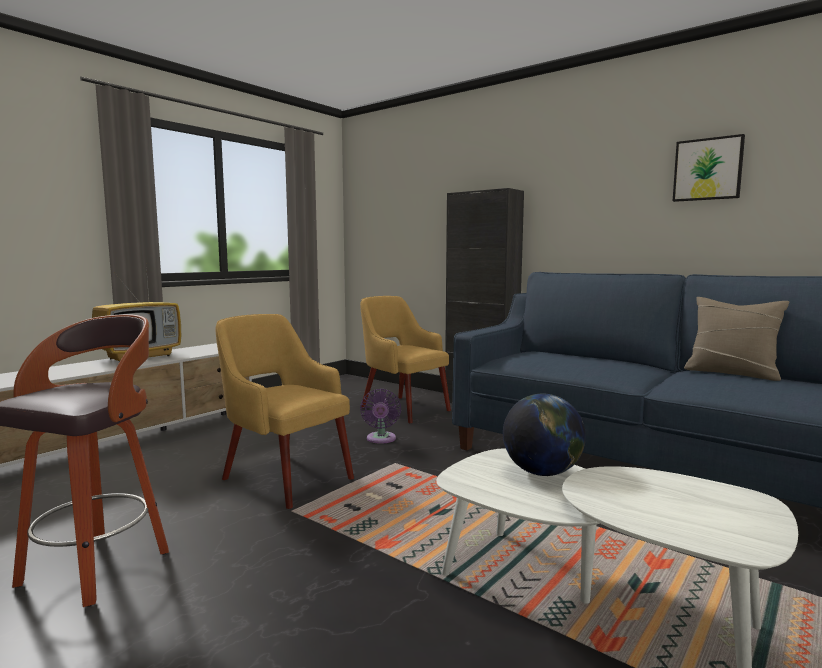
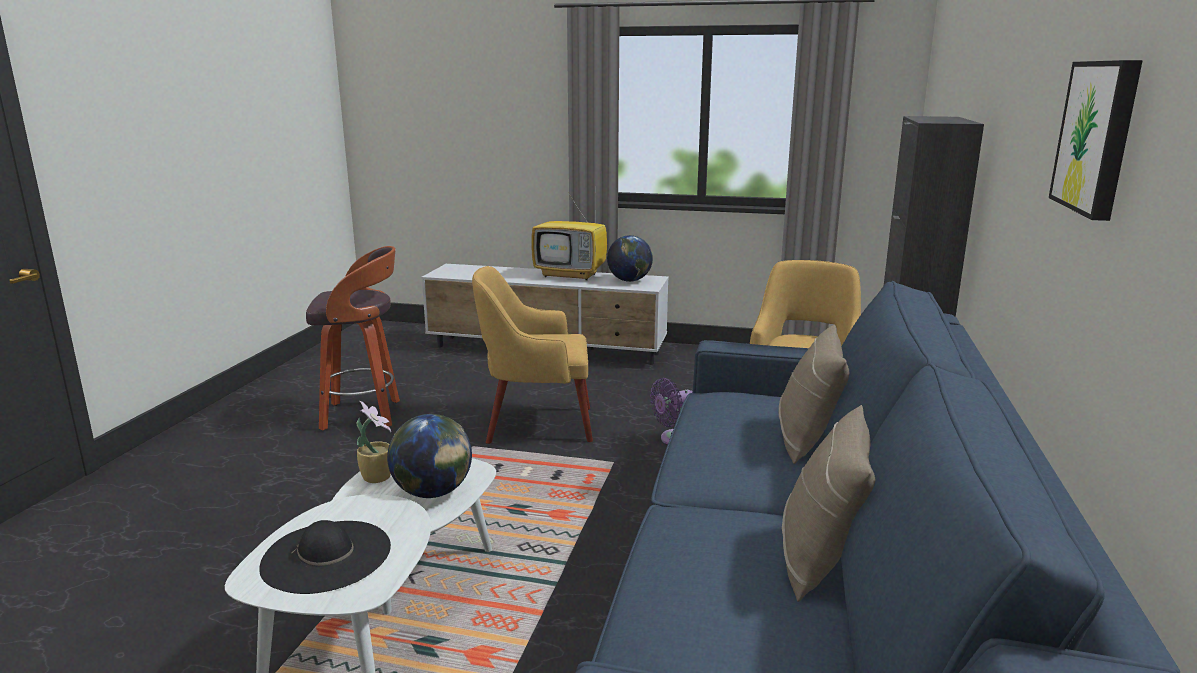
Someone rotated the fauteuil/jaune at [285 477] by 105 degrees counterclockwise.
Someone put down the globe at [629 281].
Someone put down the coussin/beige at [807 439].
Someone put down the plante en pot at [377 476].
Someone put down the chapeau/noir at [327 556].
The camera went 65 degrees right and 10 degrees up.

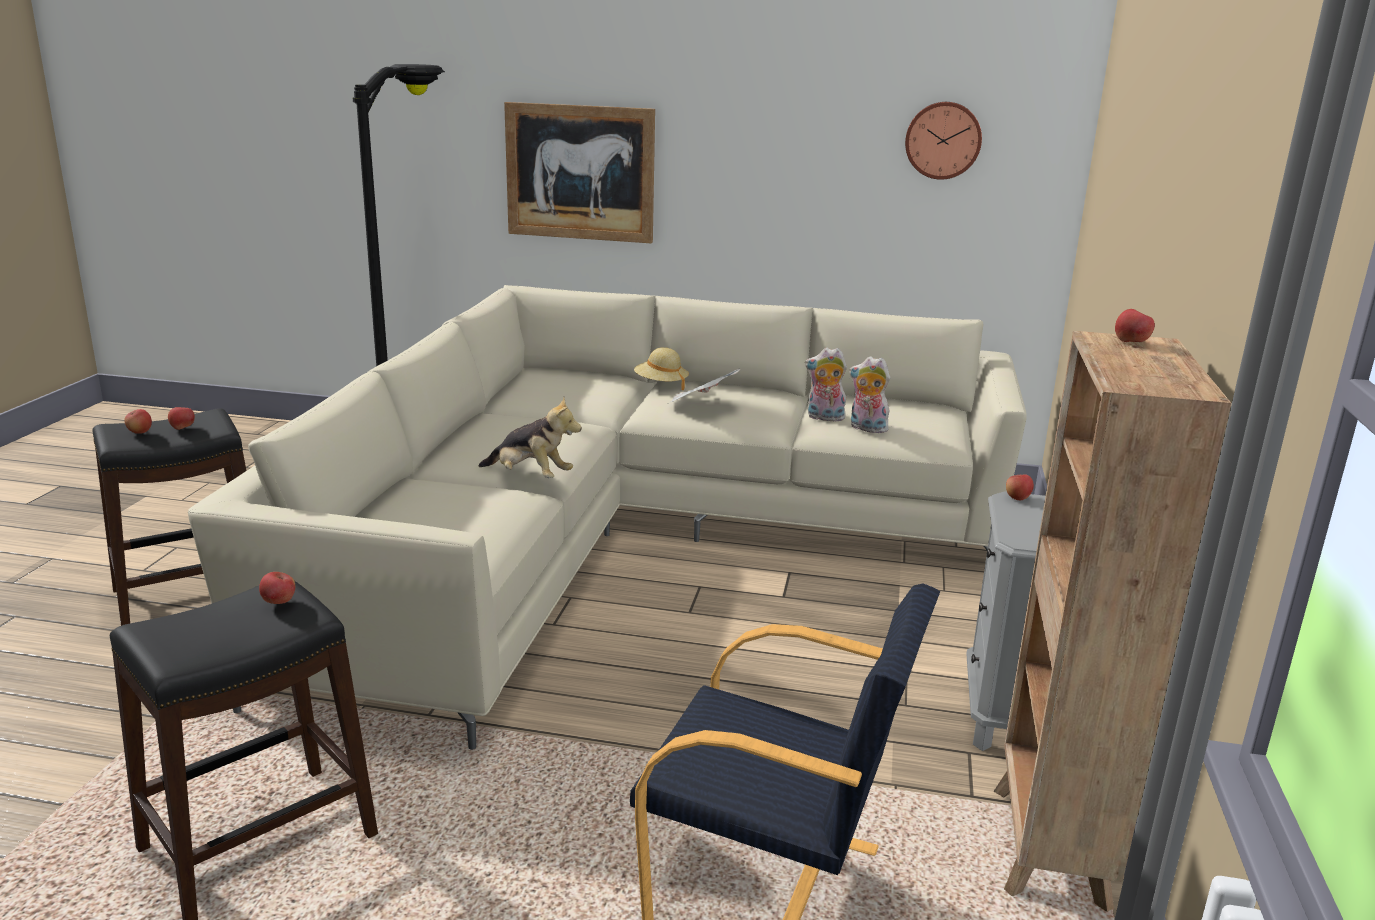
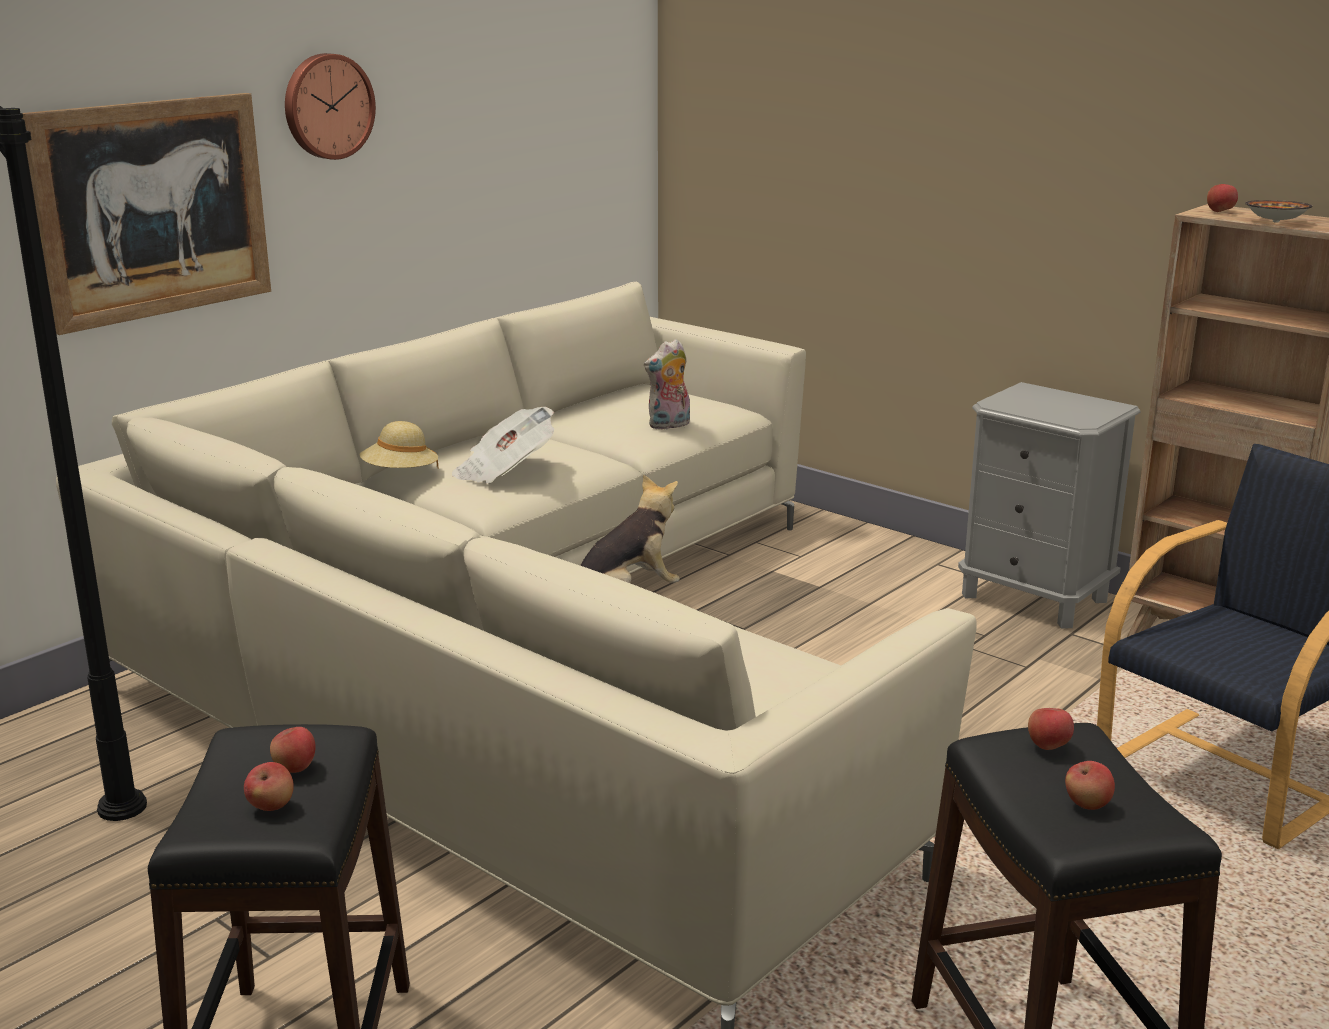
Someone carried the horloge murale from [943 140] to [327 106].
Someone took away the peluche at [824 418].
Someone carried the pomme from [1017 498] to [1087 804].
Someone put down the bol at [1277 222].
The camera went 60 degrees left and 0 degrees up.

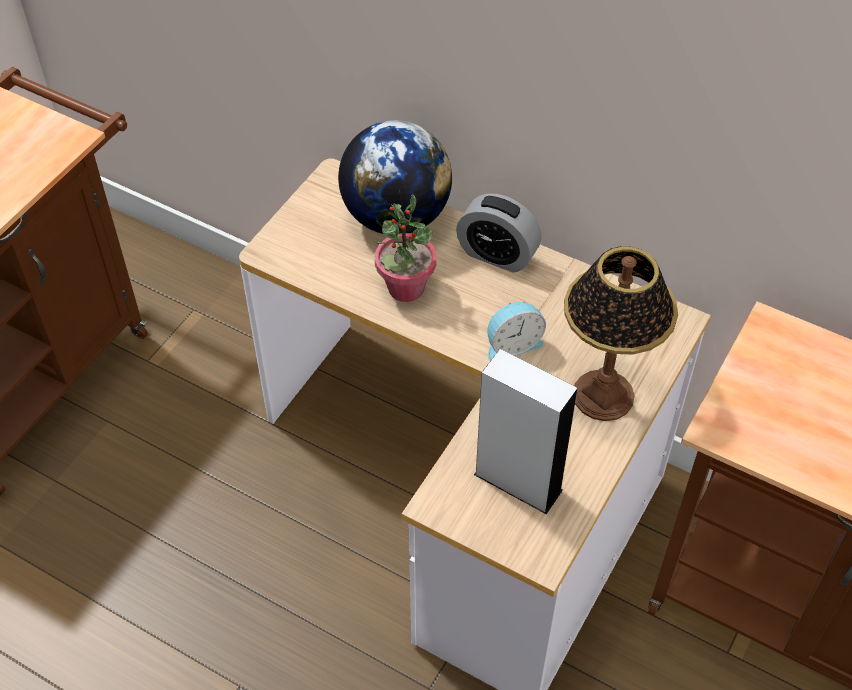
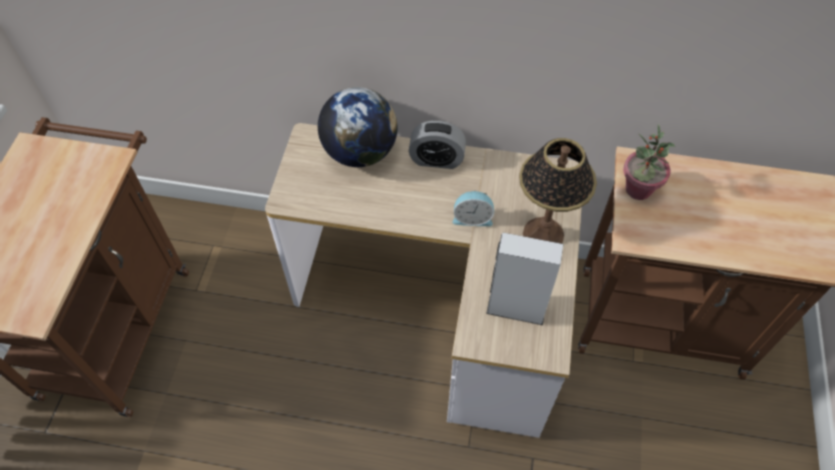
Someone carried the plante en pot from [405 288] to [638 189].
Someone rotated the réveil at [512 344] by 45 degrees clockwise.
The camera went 20 degrees left and 5 degrees up.

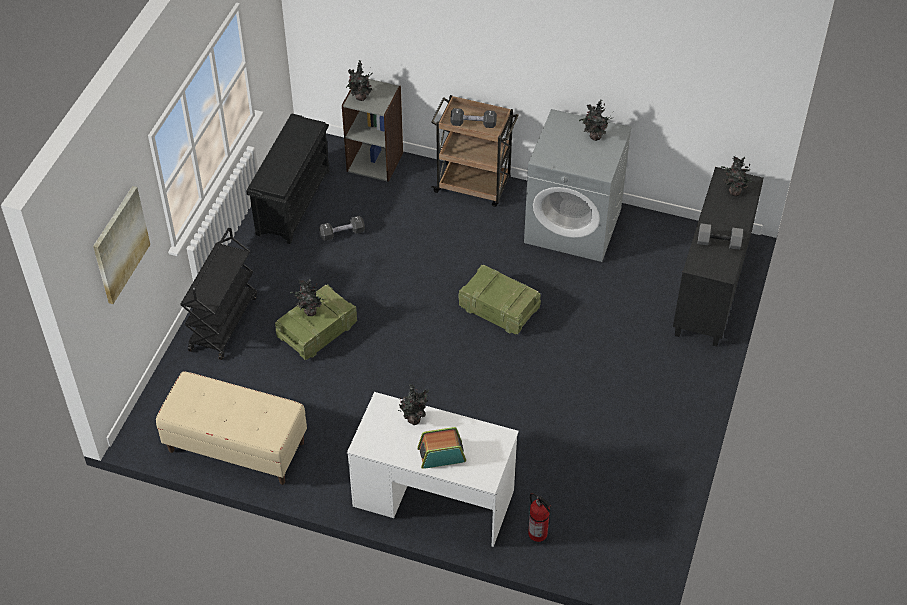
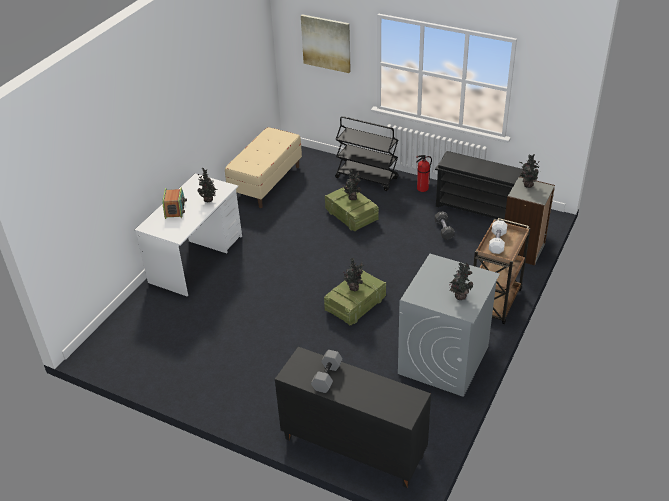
Someone repainted the haltère/noir at [473 124], which became the haltère/blanc at [497 242].
Someone carried the plante en pot from [733 192] to [354 287].
Someone carried the extincteur from [538 533] to [422 188].
The camera went 100 degrees right and 10 degrees down.

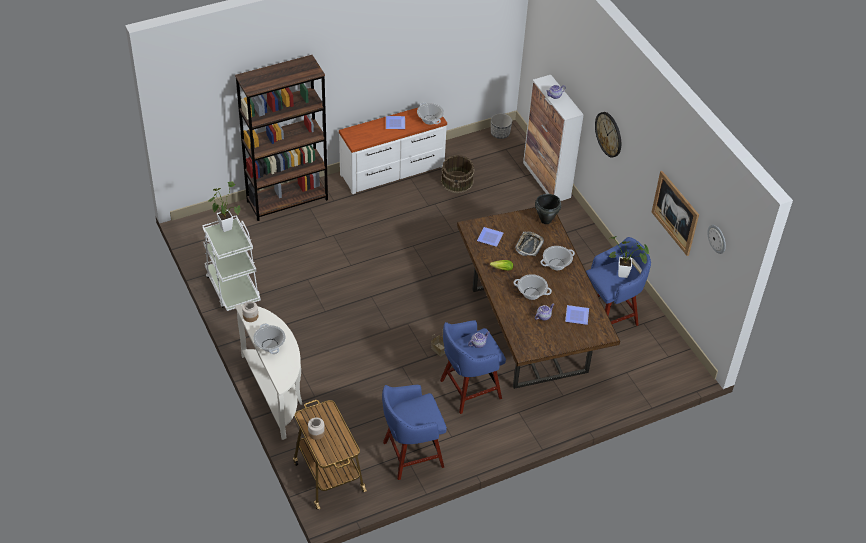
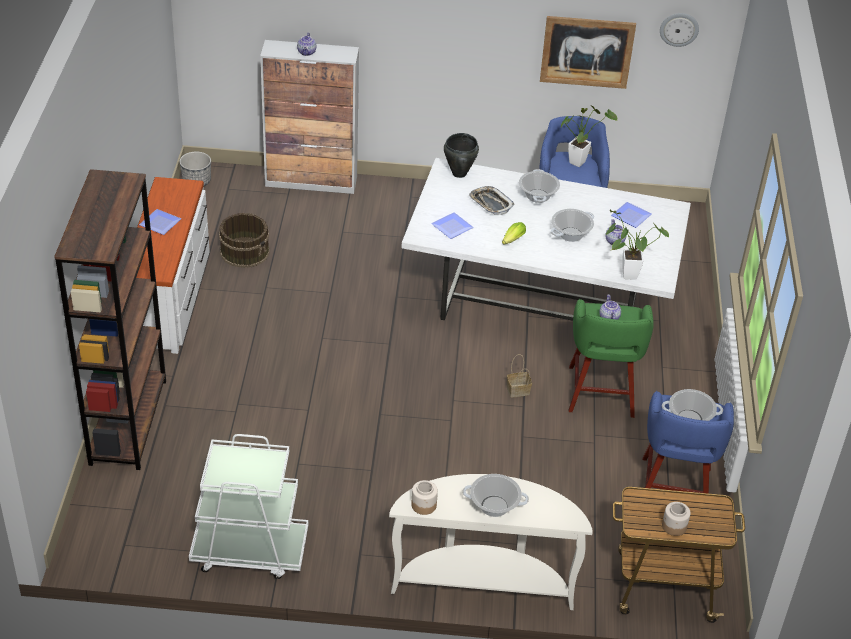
Someone carried the marmite from [430 119] to [689 418].
Someone took away the horloge murale at [609 134].
Someone carried the plante en pot from [225 226] to [625 275].
Someone repainted the table à manger/marron at [528 329], which became the table à manger/blanc at [538 301].
Someone repainted the tabouret/bleu at [468 390], which became the tabouret/vert at [600 393].
The camera went 60 degrees left and 5 degrees down.

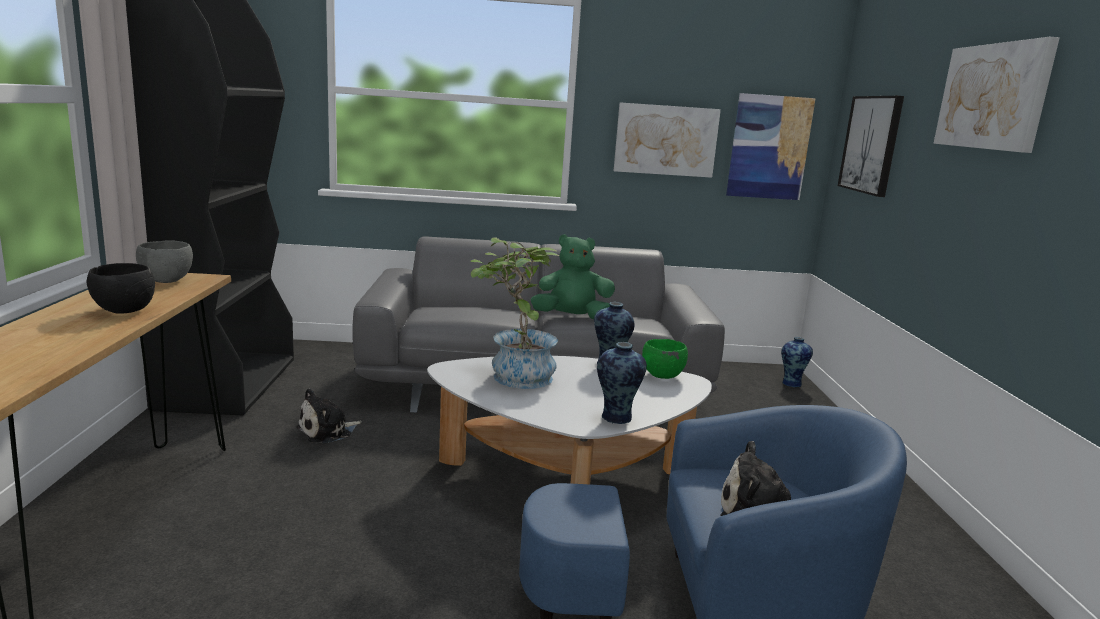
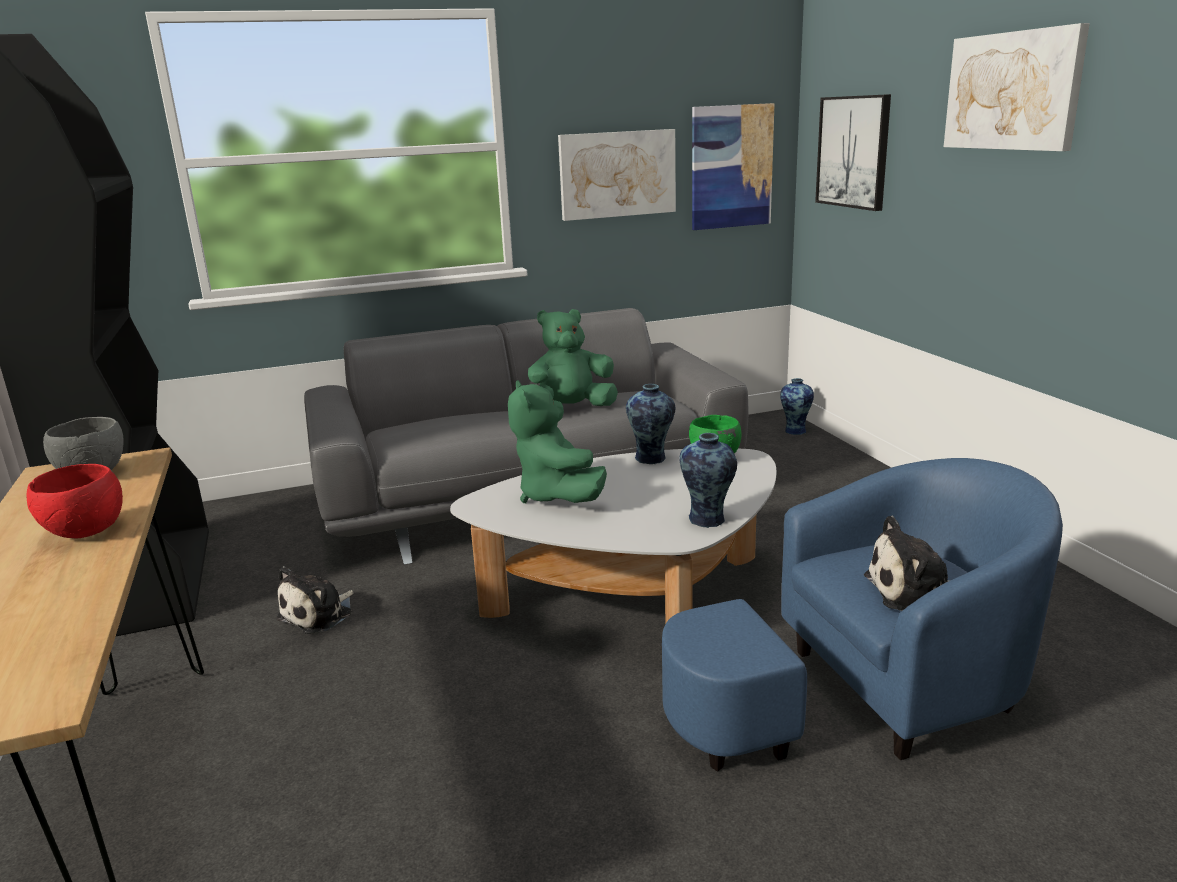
Someone swapped the plante en pot at [513 375] for the peluche/vert at [557 496].
Someone repainted the bol/noir at [124 311], which became the bol/rouge at [86 532].
The camera went 15 degrees left and 5 degrees up.

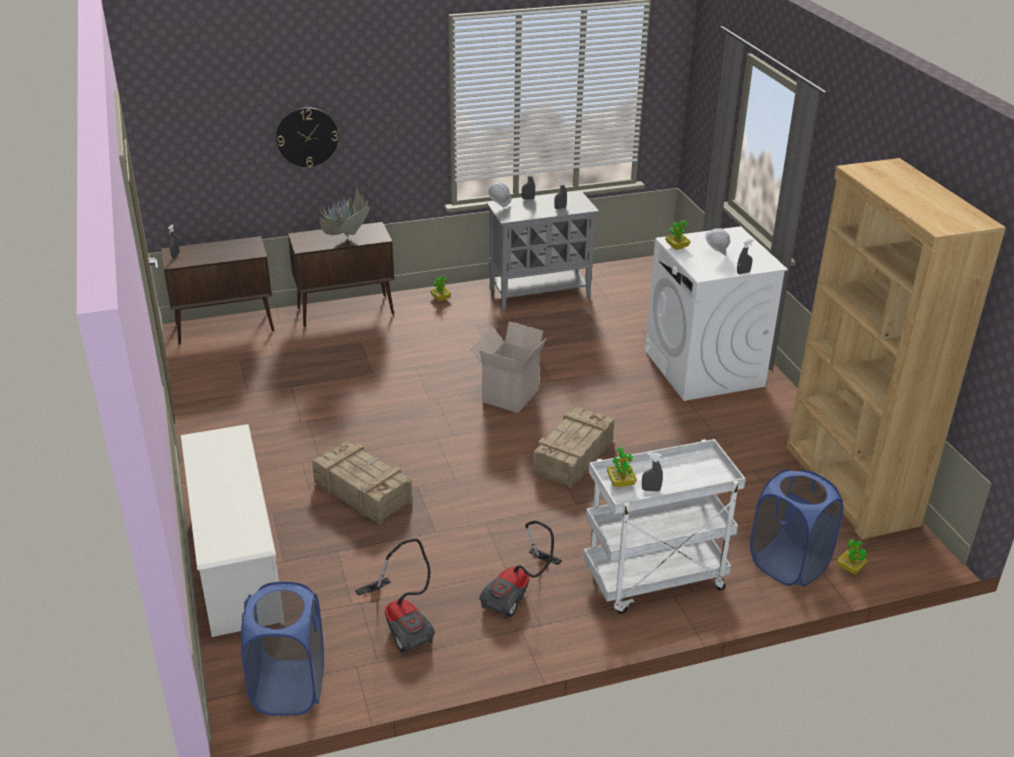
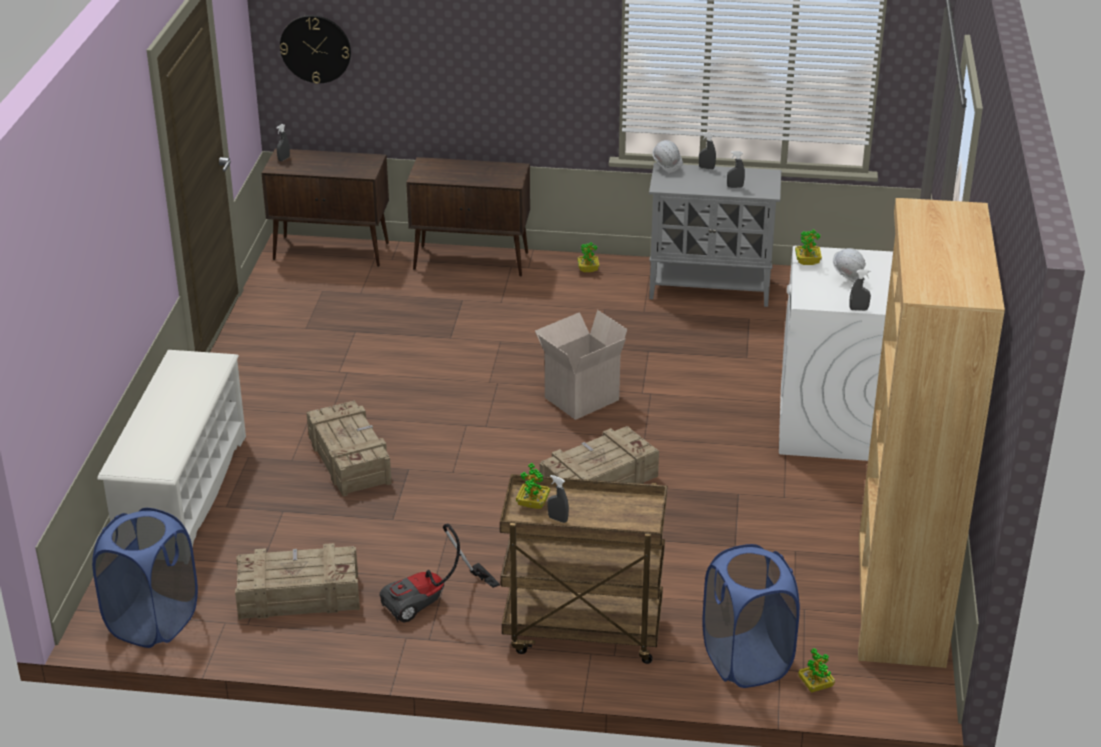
Someone carried the horloge murale from [307 137] to [315 48].
Someone took away the plante en pot at [345 239].
Someone repainted the chariot/blanc at [654 581], which became the chariot/marron at [581 633].
Someone swapped the aspirateur at [403 622] for the caisse at [298 595].
The camera went 25 degrees right and 0 degrees up.

